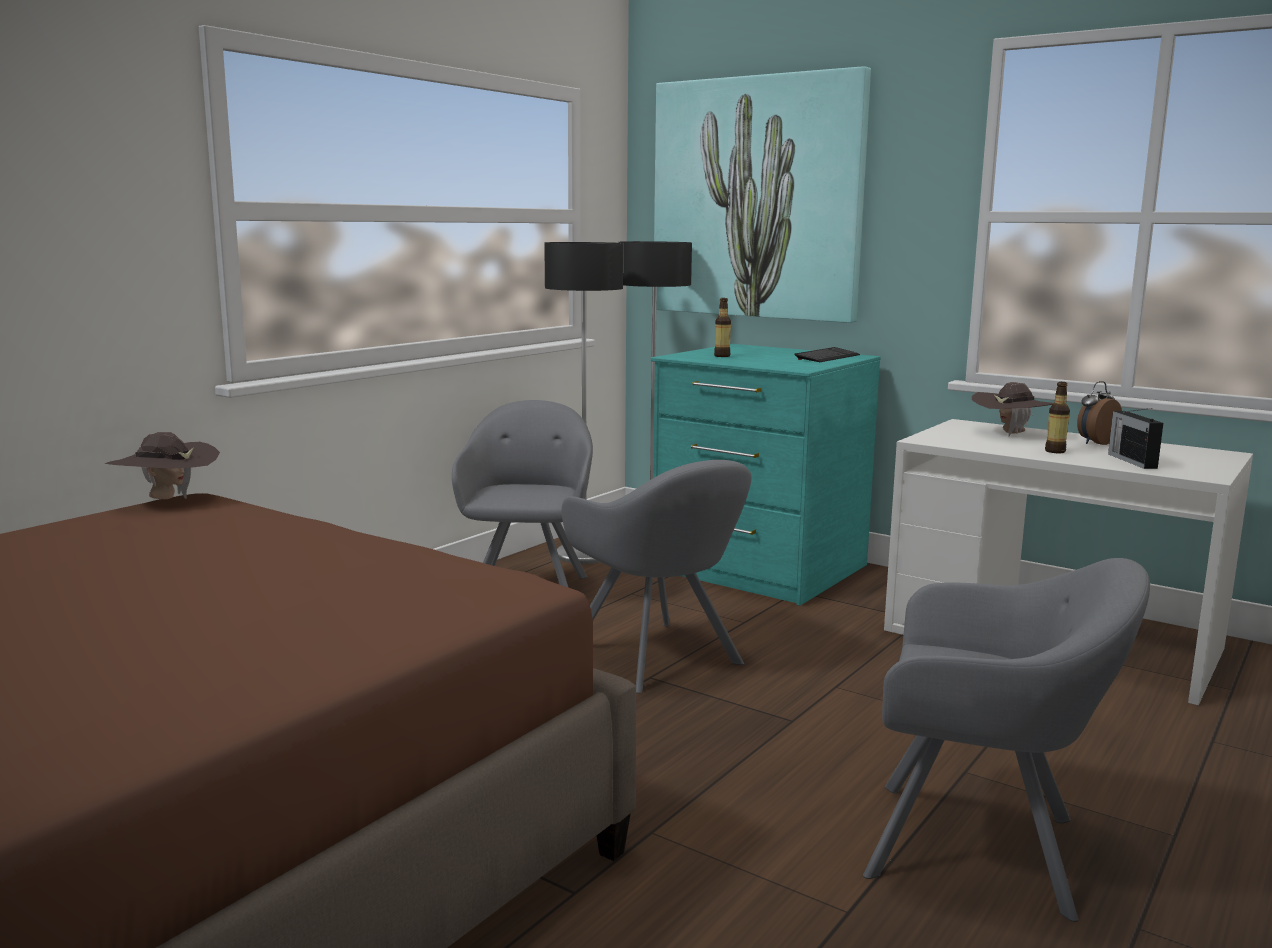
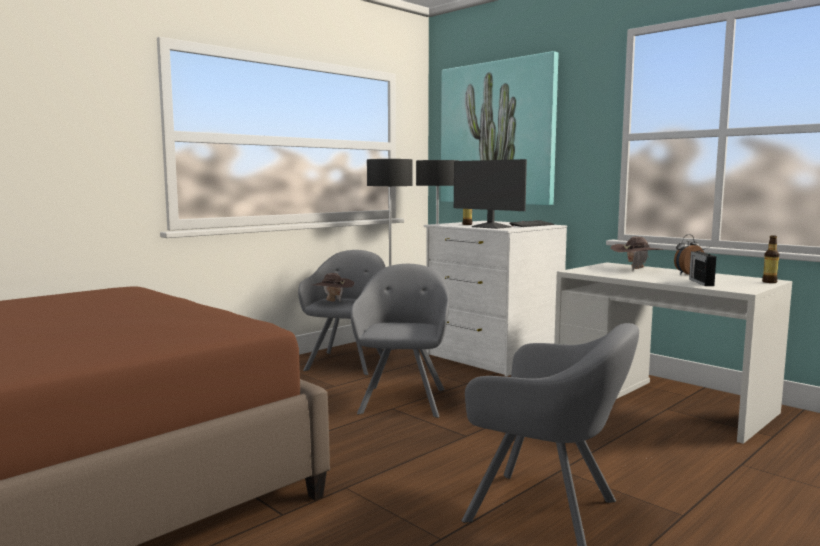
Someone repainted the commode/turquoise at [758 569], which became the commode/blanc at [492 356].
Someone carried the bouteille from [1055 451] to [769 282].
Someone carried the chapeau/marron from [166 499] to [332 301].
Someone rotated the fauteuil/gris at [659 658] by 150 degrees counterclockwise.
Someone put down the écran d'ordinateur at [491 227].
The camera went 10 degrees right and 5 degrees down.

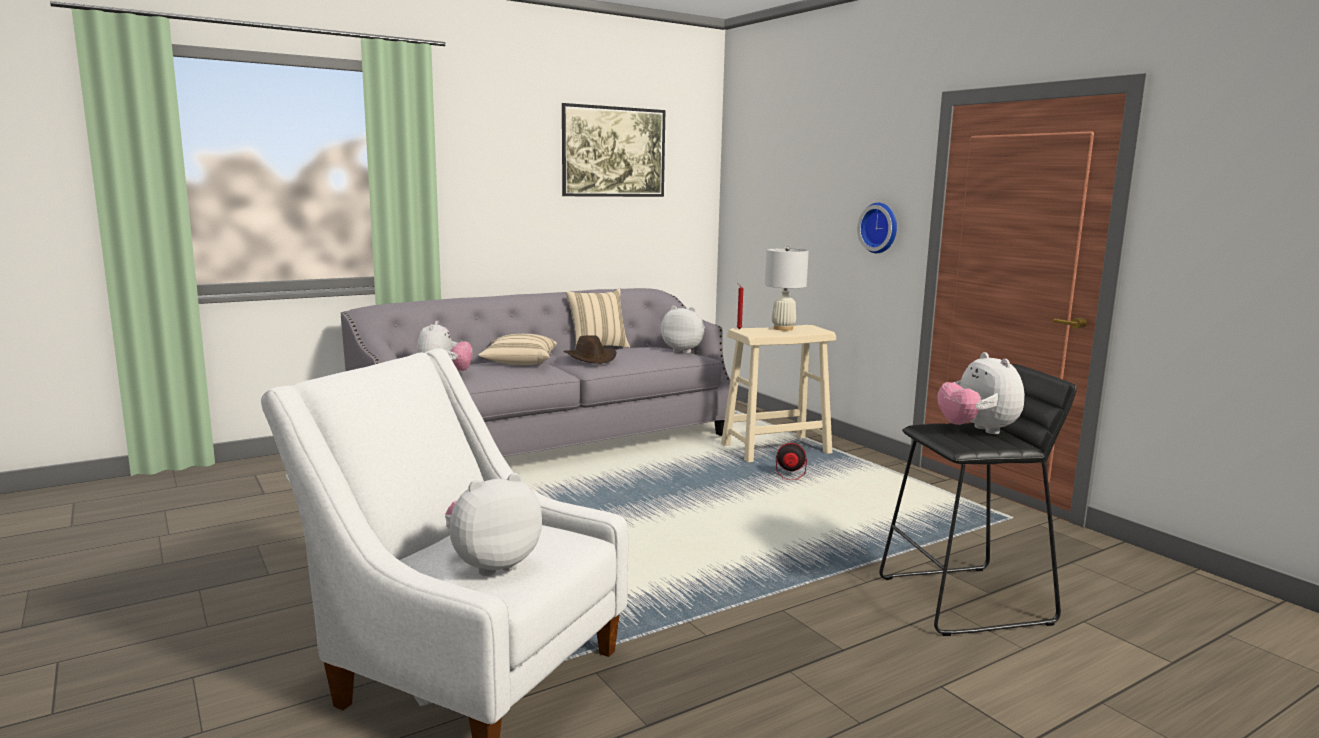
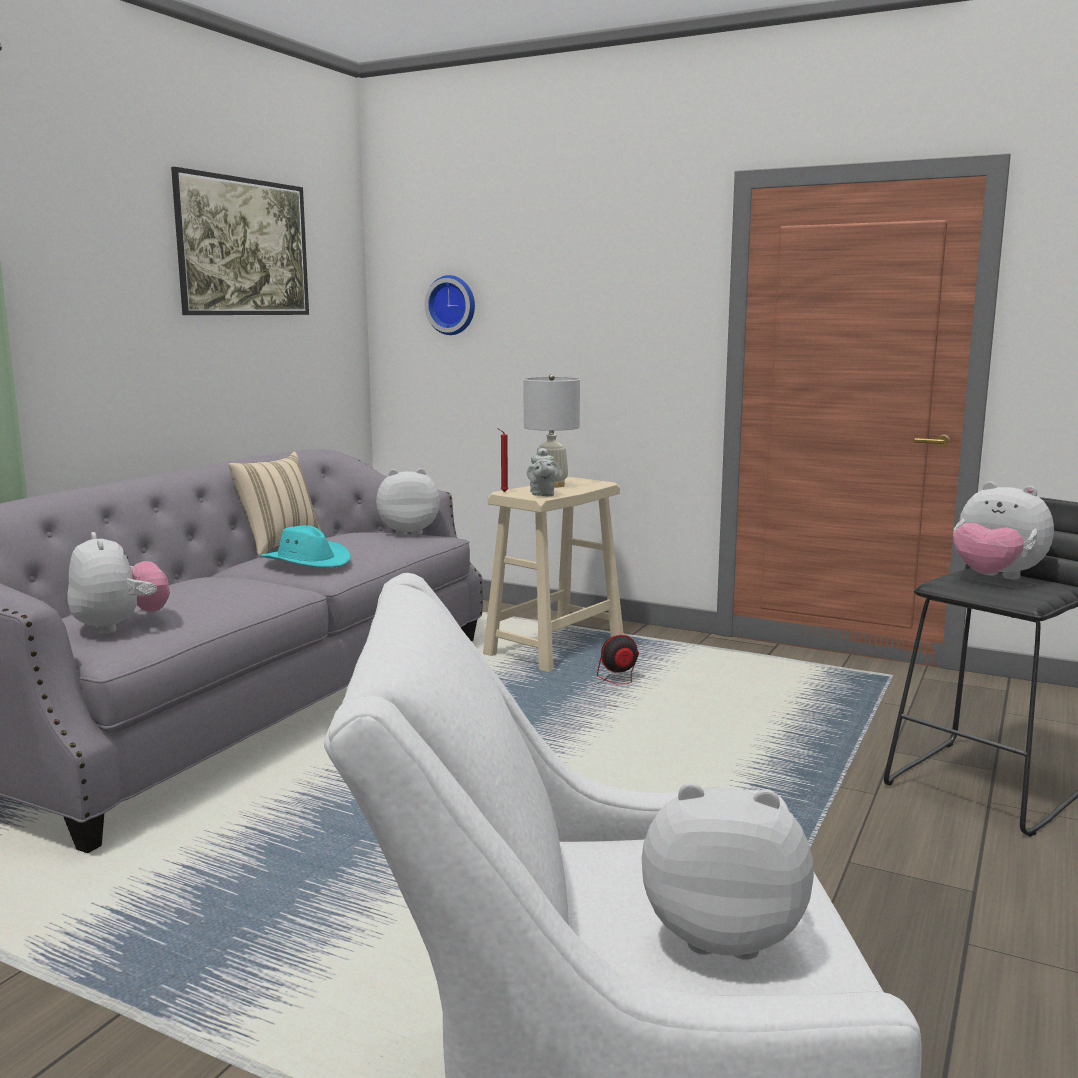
Someone carried the horloge murale from [880 228] to [452 305].
Someone took away the coussin/beige at [519 363].
Someone repainted the chapeau/marron at [591 358], which became the chapeau/turquoise at [307 561].
Someone rotated the peluche at [492 564] by 75 degrees clockwise.
Someone put down the théière/gris at [542 494].
The camera went 30 degrees left and 0 degrees up.

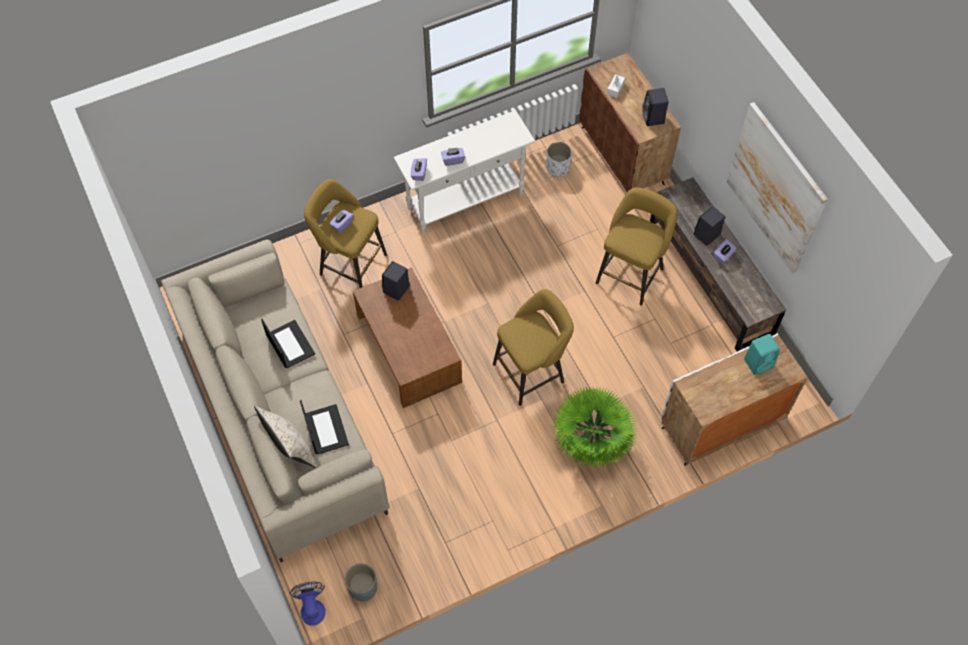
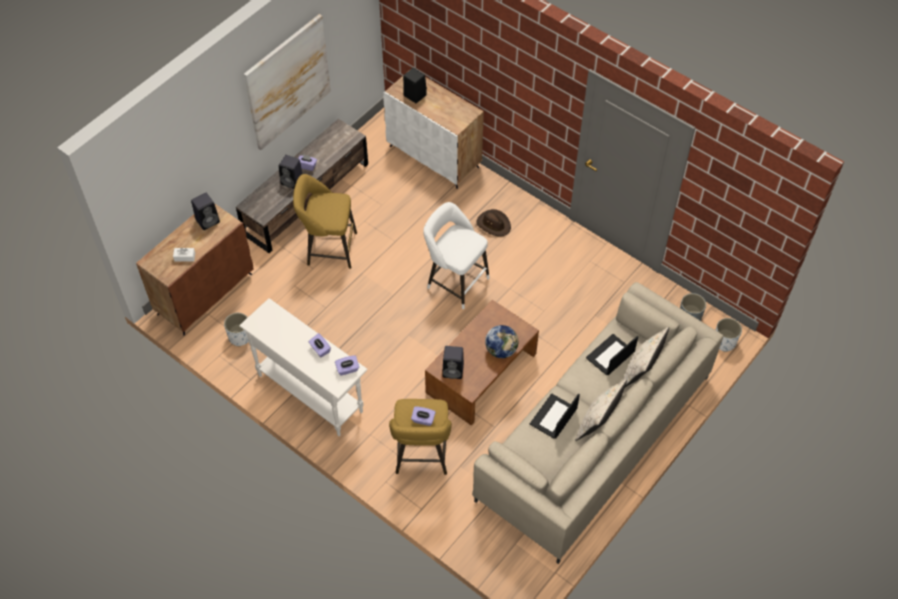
Someone repainted the tabouret/jaune at [532 371], which became the tabouret/blanc at [455 281].
Someone repainted the enceinte/turquoise at [759 362], which became the enceinte/noir at [414 95].
Someone swapped the plante en pot at [592 443] for the chapeau/marron at [493 224].
Someone swapped the ventilateur at [312 607] for the cache-pot/blanc at [724 342].
Someone put down the globe at [501 350].
Someone put down the coussin/beige at [598 423].
The camera went 115 degrees left and 5 degrees down.

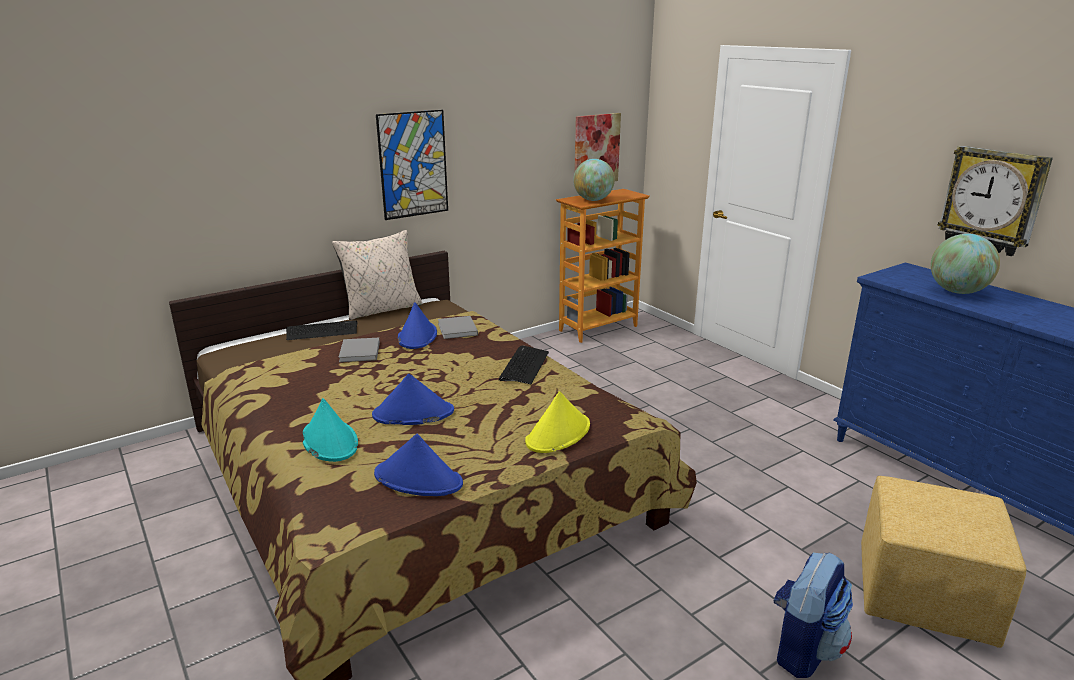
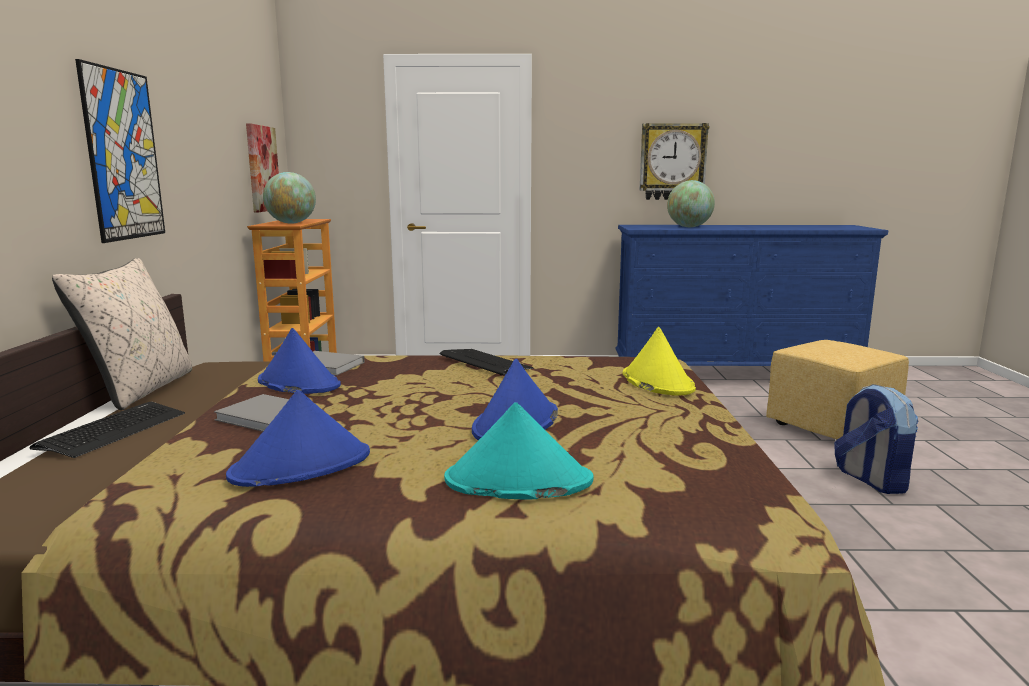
Someone carried the chapeau/bleu from [419 479] to [302 466].
The camera went 55 degrees left and 10 degrees down.

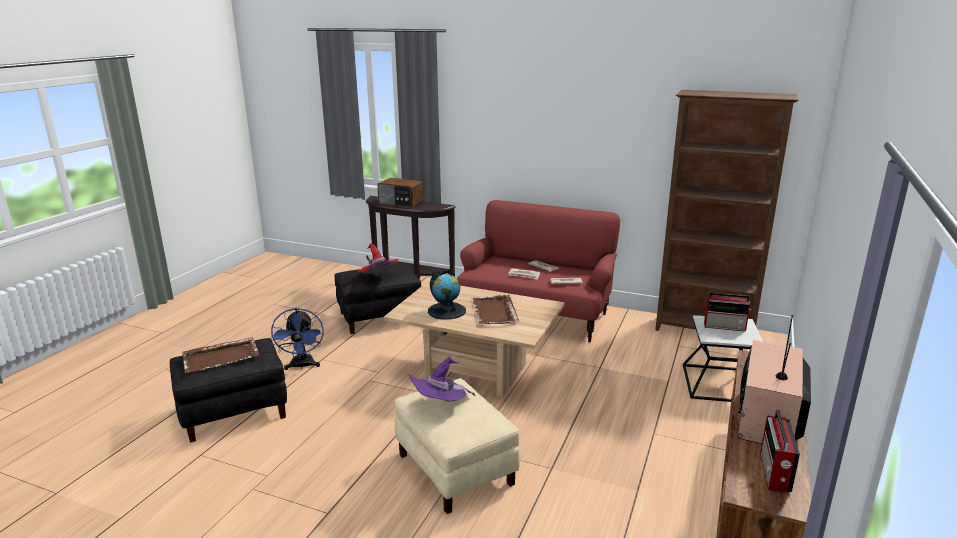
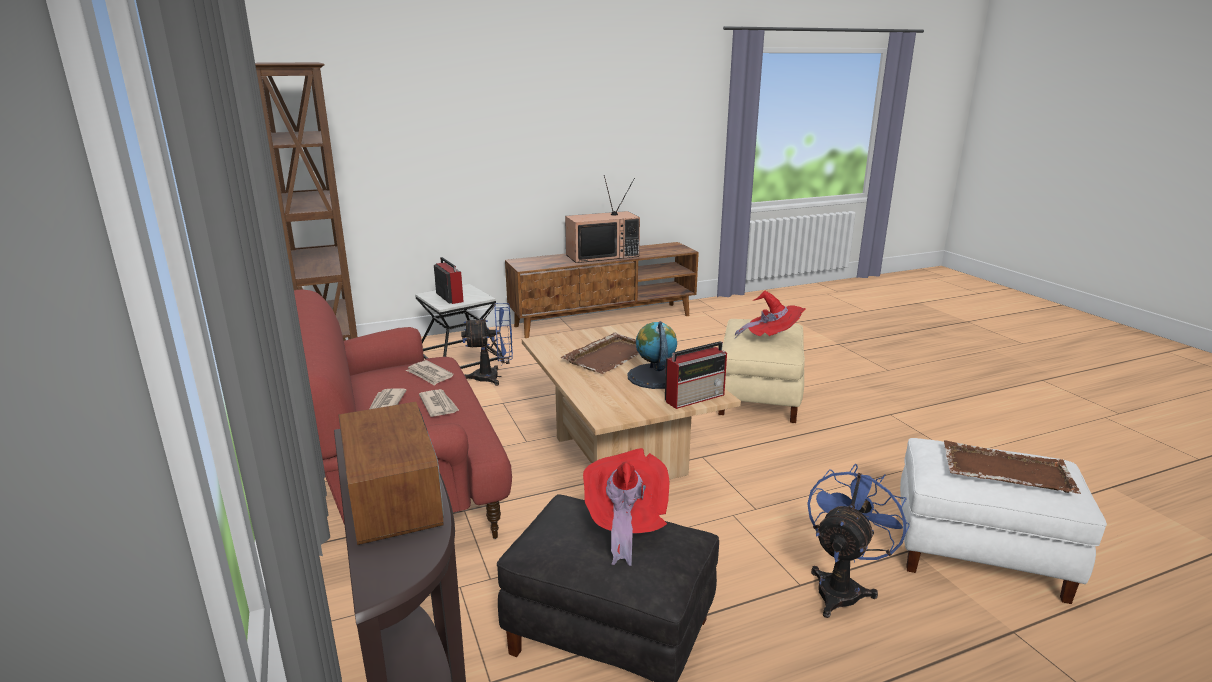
Someone repainted the pouf/noir at [234 411], which became the pouf/blanc at [978 554].
Someone repainted the chapeau/violet at [440 406], which became the chapeau/rouge at [772 339].
Someone carried the radio from [774 473] to [695 397].
Someone put down the ventilateur/bleu at [493 377].
The camera went 135 degrees left and 0 degrees up.

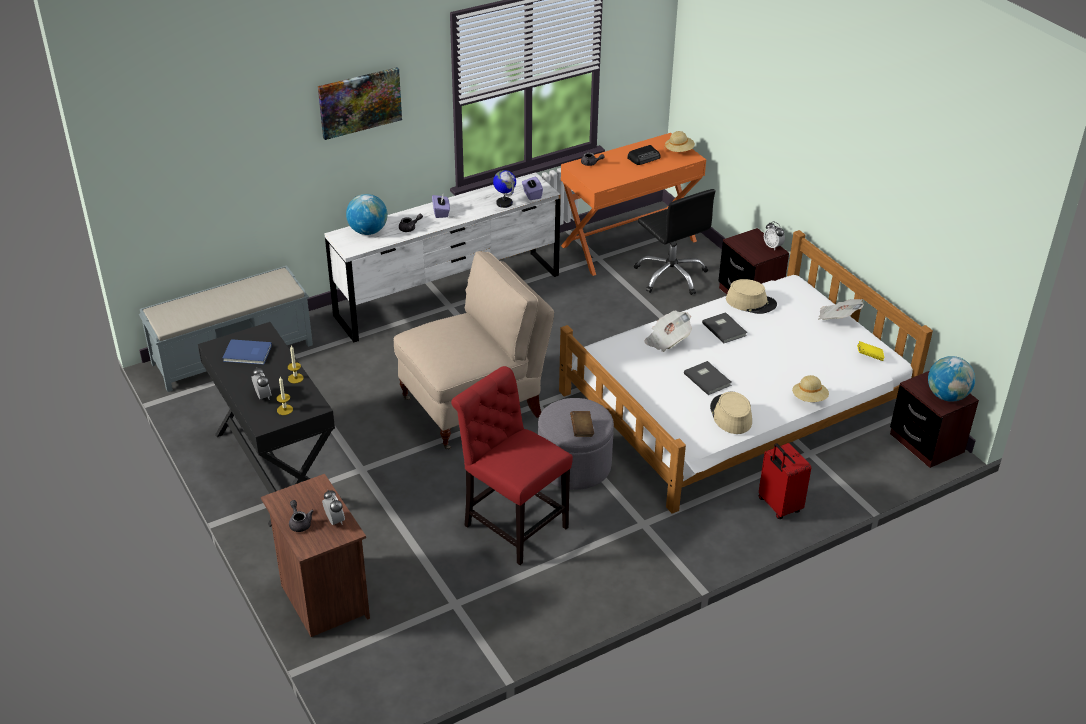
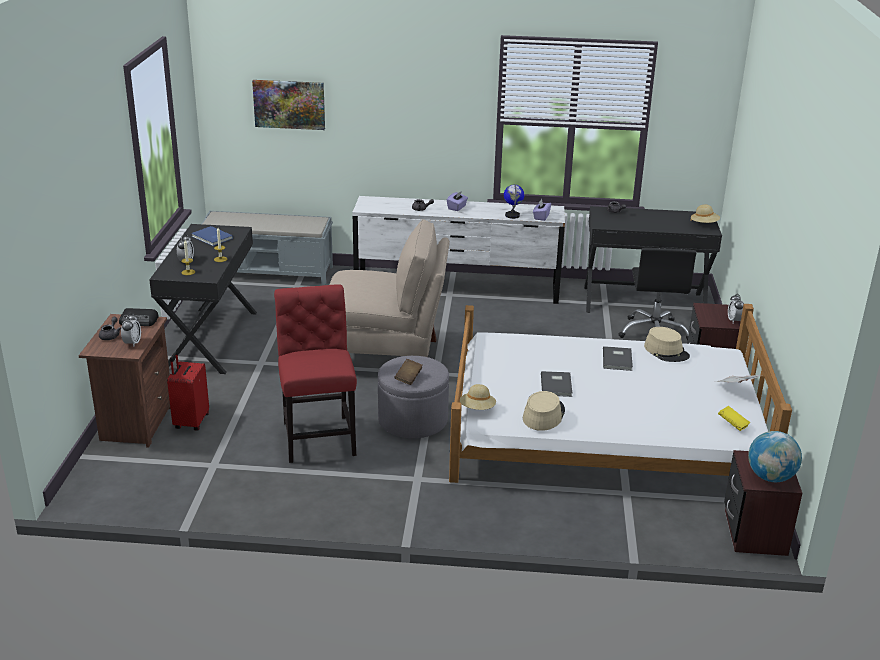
Someone carried the tableau from [359 102] to [289 104].
Someone repainted the bureau/orange at [628 243], which became the bureau/noir at [644 302].
Someone carried the radio from [644 158] to [139 321].
Someone took away the globe at [368 231].
Someone took away the journal at [667 340].
Someone carried the chapeau/beige from [809 398] to [477 409].
Someone carried the valise/rouge from [778 506] to [190 422].
The camera went 35 degrees right and 10 degrees down.

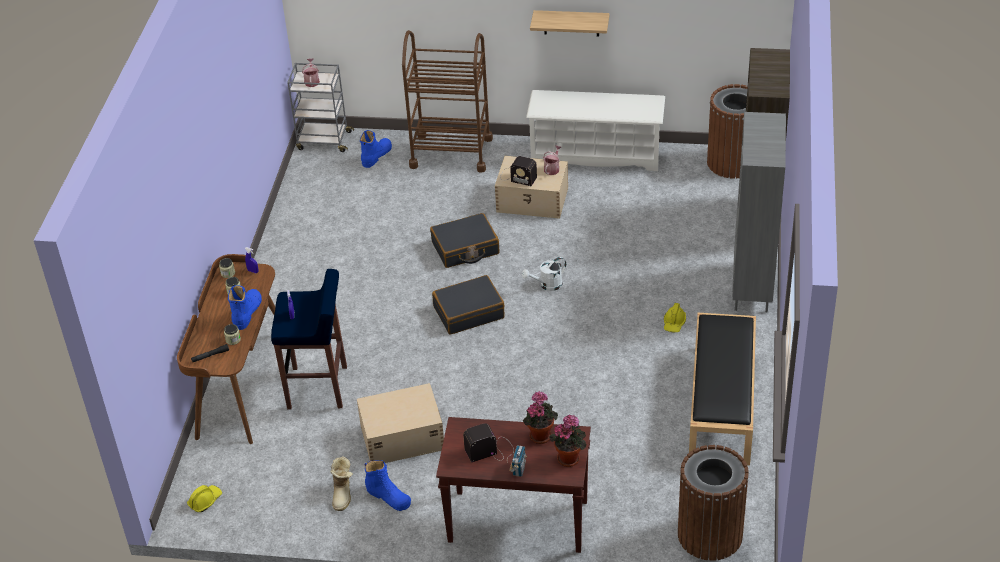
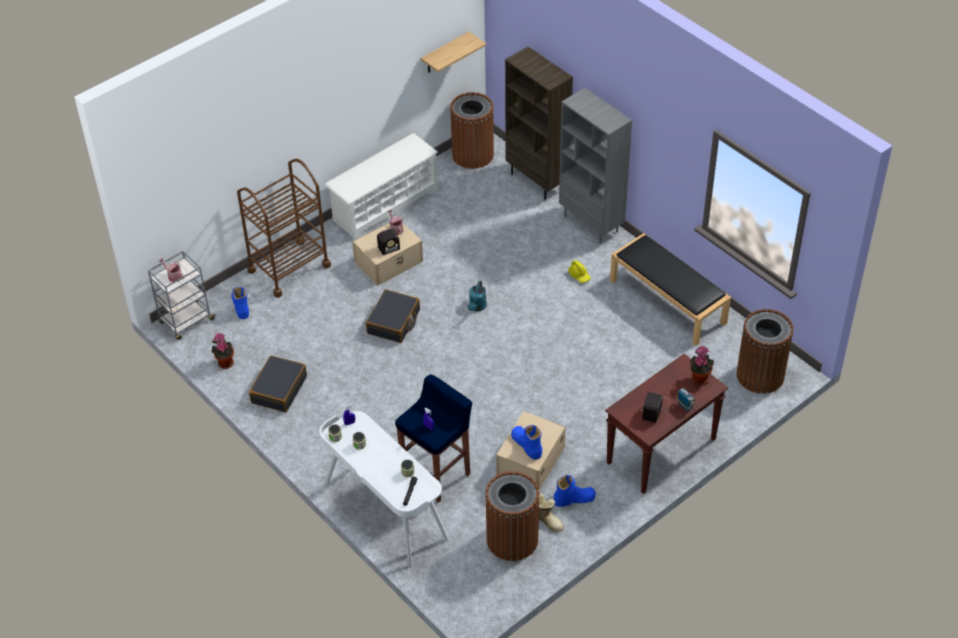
Someone carried the étagère from [571 23] to [445 53].
Someone repainted the bureau/marron at [241 383], which became the bureau/blanc at [384 512].
Someone repainted the arrosoir/blanc at [547 285], which became the arrosoir/turquoise at [477 307].
Someone carried the valise/noir from [468 312] to [278 389].
Someone carried the botte/bleu from [247 312] to [526 445].
Someone carried the plante en pot from [540 434] to [225 362].
Someone took away the casque de chantier/jaune at [205 501].
Someone put down the poubelle/marron at [512 539].
The camera went 50 degrees left and 5 degrees up.

